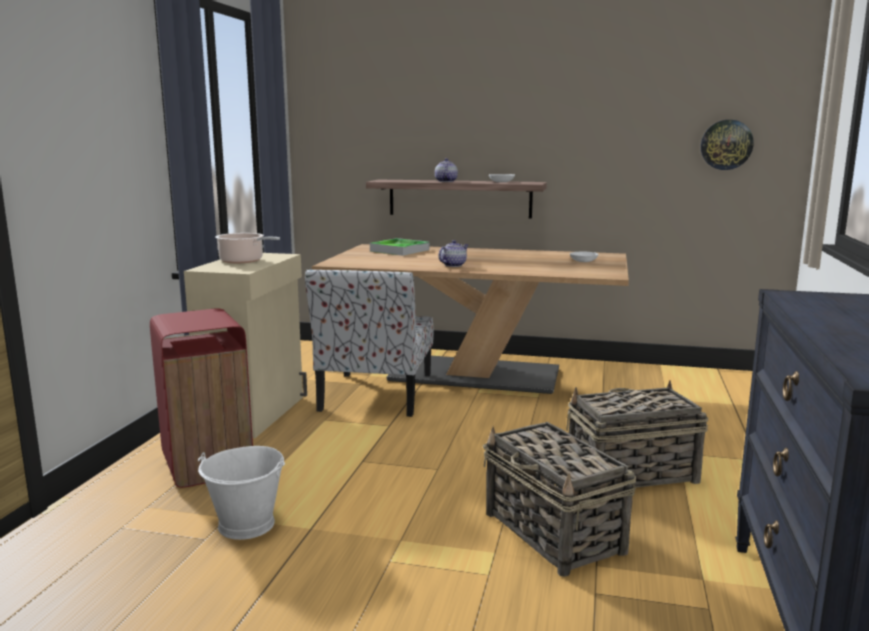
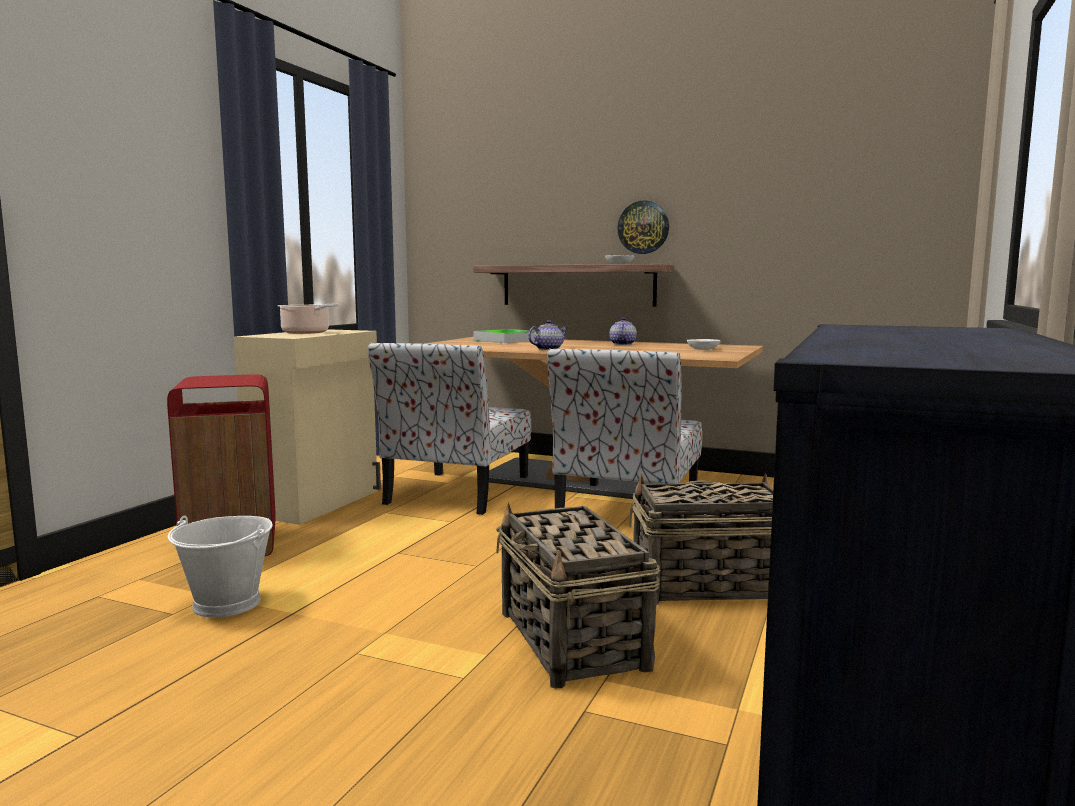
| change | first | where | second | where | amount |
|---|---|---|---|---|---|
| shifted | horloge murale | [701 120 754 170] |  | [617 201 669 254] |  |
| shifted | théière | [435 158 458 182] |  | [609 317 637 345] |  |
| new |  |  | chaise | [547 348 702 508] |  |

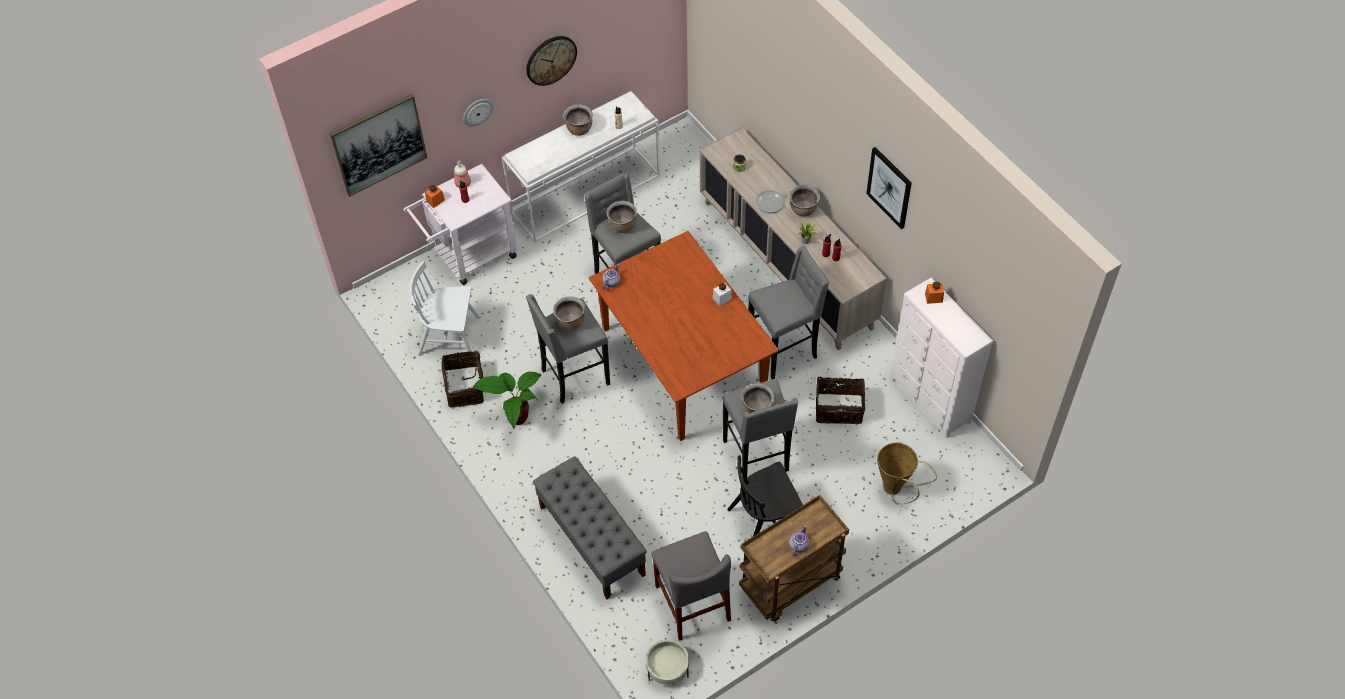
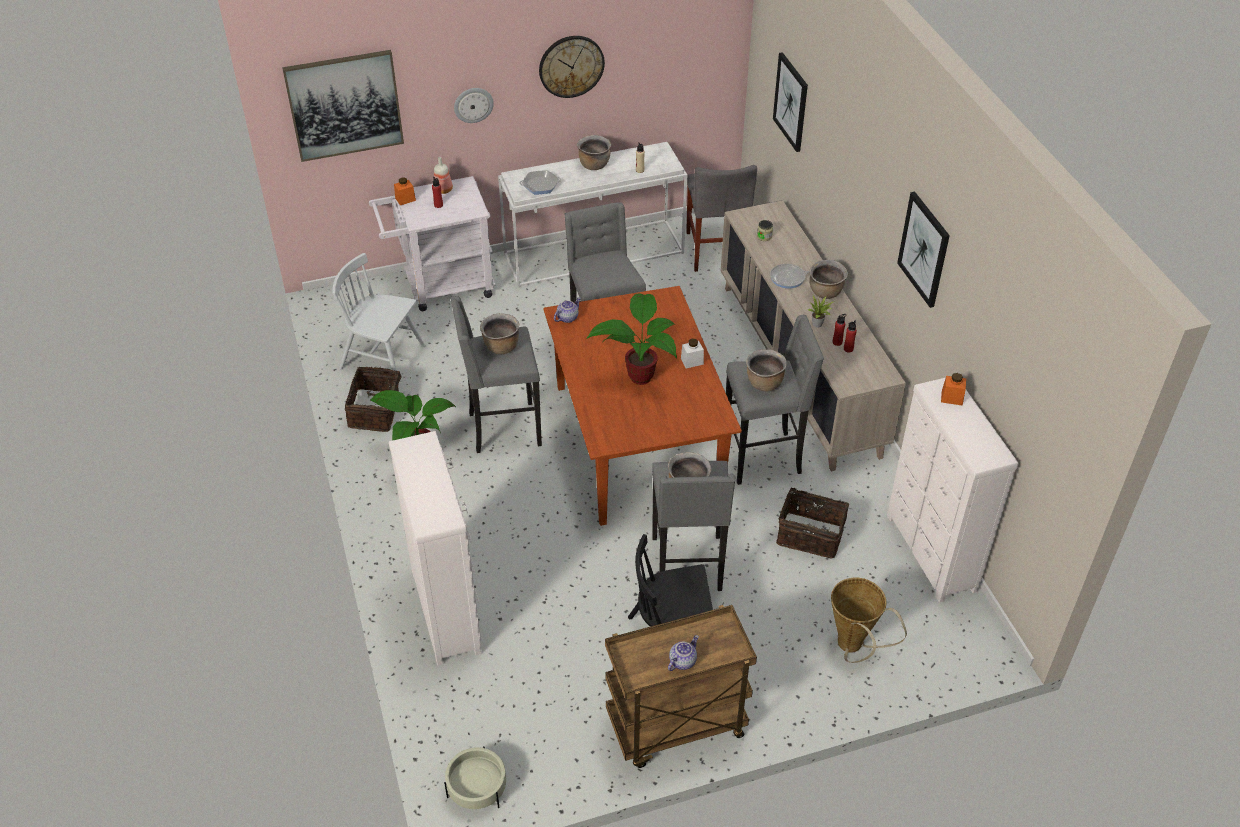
| change | first | where | second | where | amount |
|---|---|---|---|---|---|
| shifted | marmite/marron | [607 201 637 233] |  | [746 349 787 391] |  |
| swapped | banc/gris | [533 456 647 599] | commode/blanc | [389 431 481 665] |  |
| shifted | chaise/gris | [651 531 731 641] |  | [686 165 757 272] |  |
| new |  |  | tableau | [773 52 808 152] |  |
| new |  |  | poêle | [520 170 561 194] |  |
| new |  |  | plante en pot | [587 294 677 385] |  |

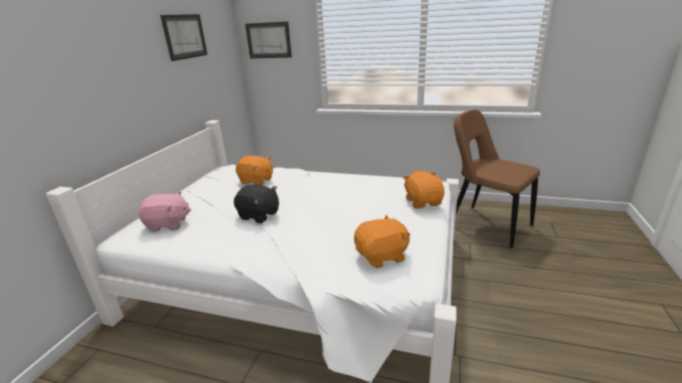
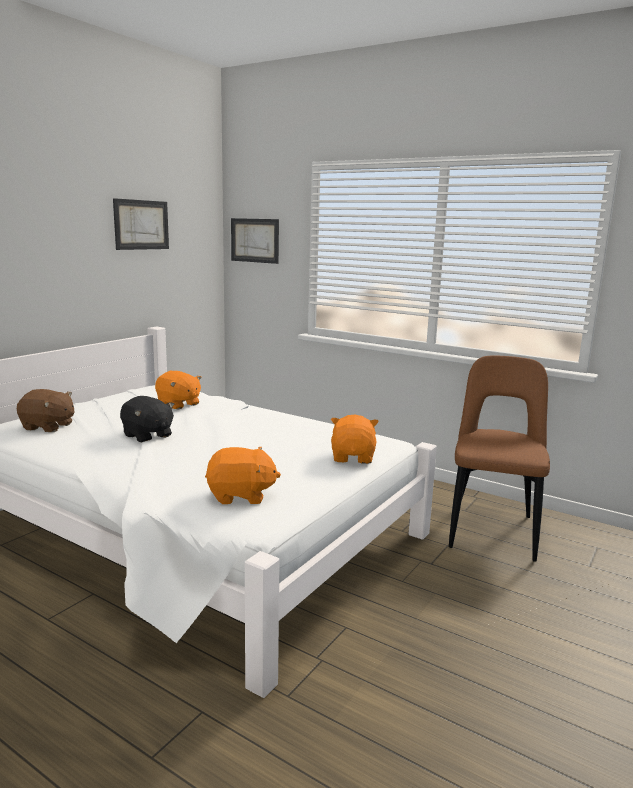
| change | first | where | second | where | amount |
|---|---|---|---|---|---|
| rotated | chaise/marron | [454 110 540 248] |  | [449 355 550 562] | 45 degrees clockwise |
| repainted | peluche/rose | [139 191 191 232] | peluche/marron | [17 389 74 432] |  |

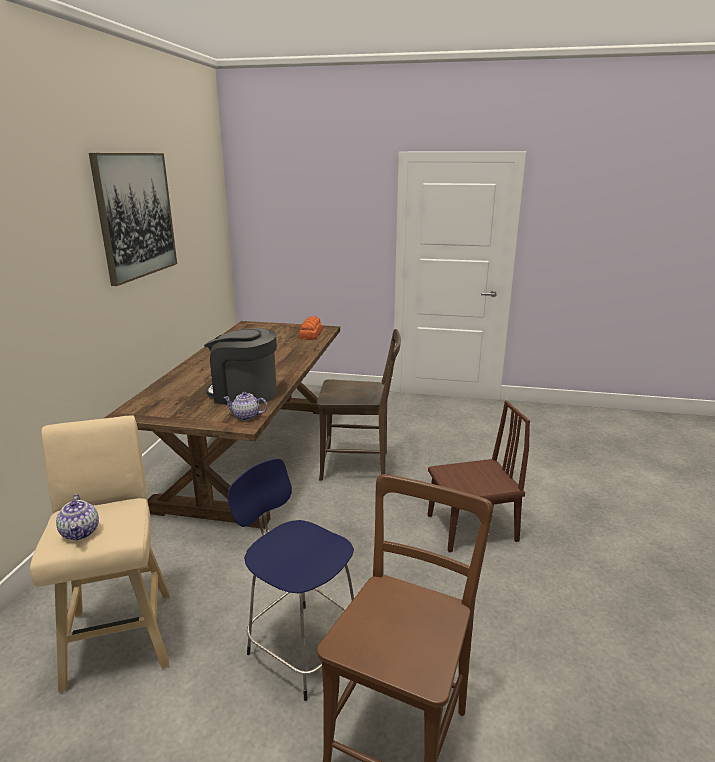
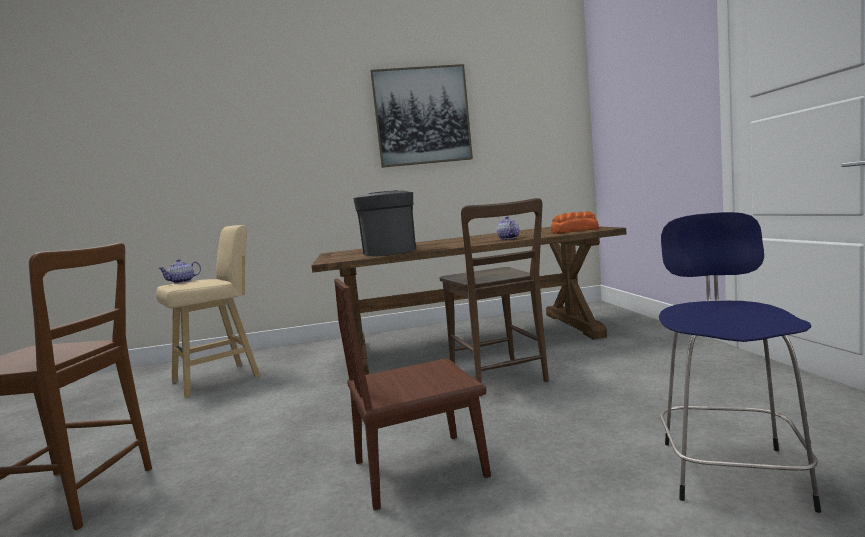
| change | first | where | second | where | amount |
|---|---|---|---|---|---|
| shifted | théière | [223 392 268 421] |  | [496 216 519 240] |  |
| rotated | chaise/marron | [428 401 530 552] |  | [334 278 491 511] | 105 degrees clockwise |
| shifted | tabouret/bleu | [228 459 354 701] |  | [659 212 821 513] |  |

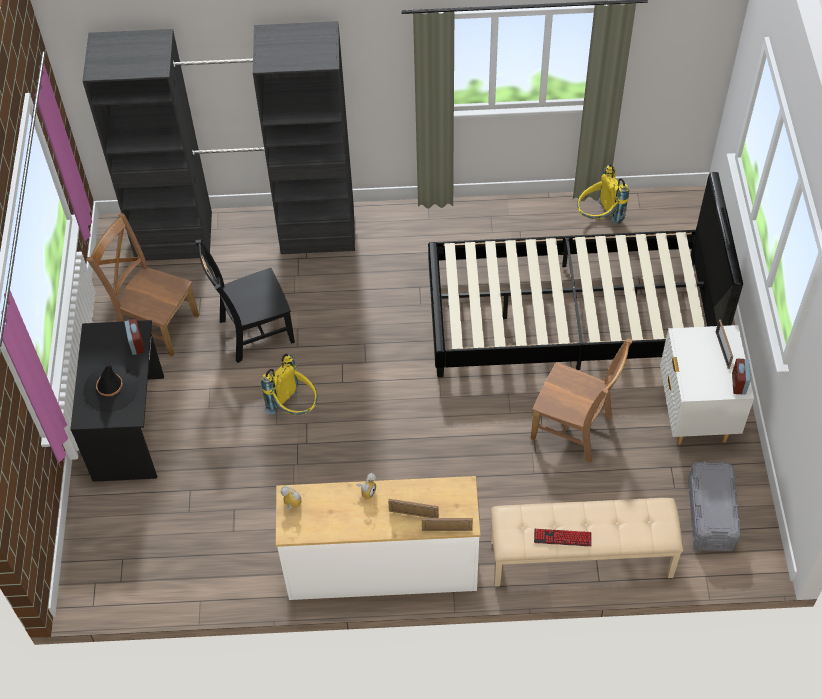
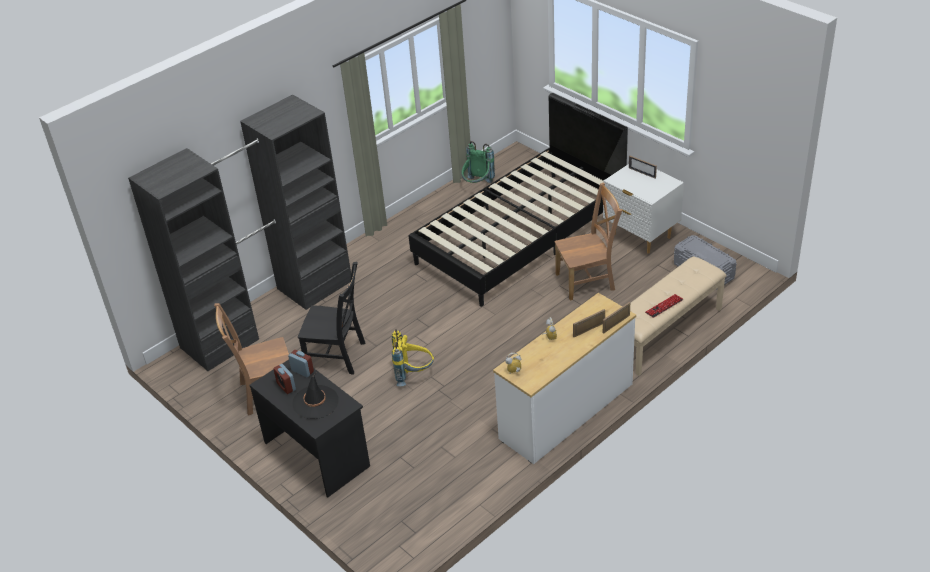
| change | first | where | second | where | amount |
|---|---|---|---|---|---|
| repainted | sac à dos/jaune | [577 164 629 225] | sac à dos/vert | [461 141 495 183] |  |
| rotated | chaise/noir | [195 240 295 363] |  | [298 262 365 375] | 105 degrees counterclockwise |
| shifted | réveil | [732 359 751 395] |  | [273 364 296 394] |  |

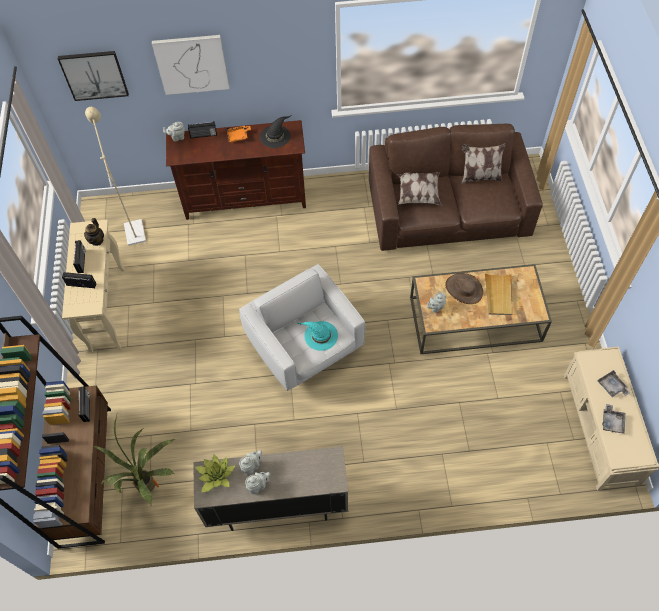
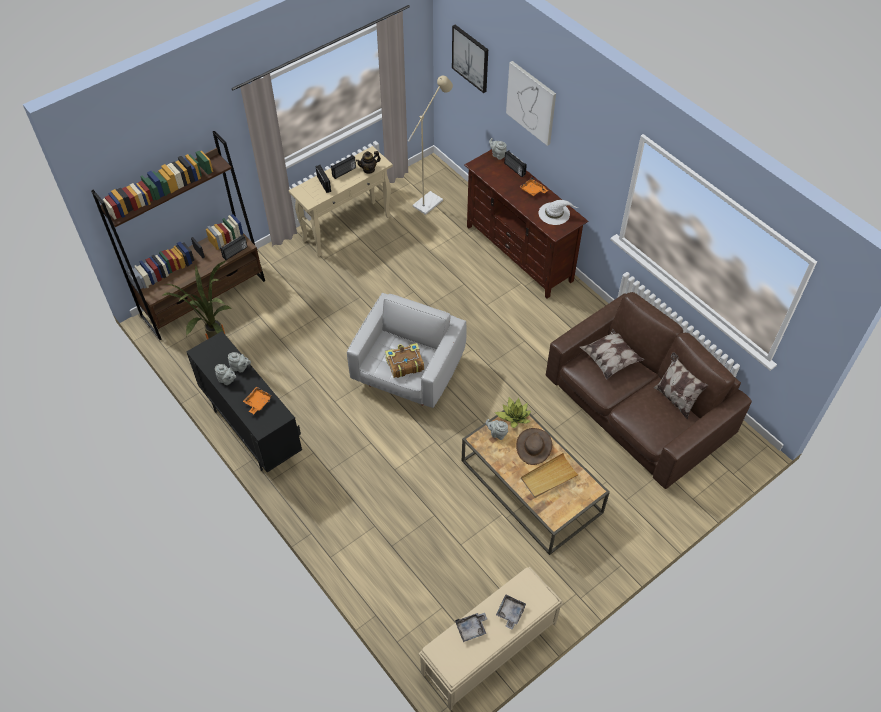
| change | first | where | second | where | amount |
|---|---|---|---|---|---|
| repainted | chapeau/noir | [260 115 291 148] | chapeau/blanc | [539 200 578 225] |  |
| swapped | chapeau/turquoise | [298 321 338 351] | livre | [385 343 424 378] |  |
| repainted | meuble de rangement/beige | [193 446 349 531] | meuble de rangement/noir | [186 331 302 472] |  |
| shifted | plante en pot | [195 454 235 493] |  | [495 397 531 428] |  |
| new |  |  | plateau/orange | [243 387 273 414] |  |

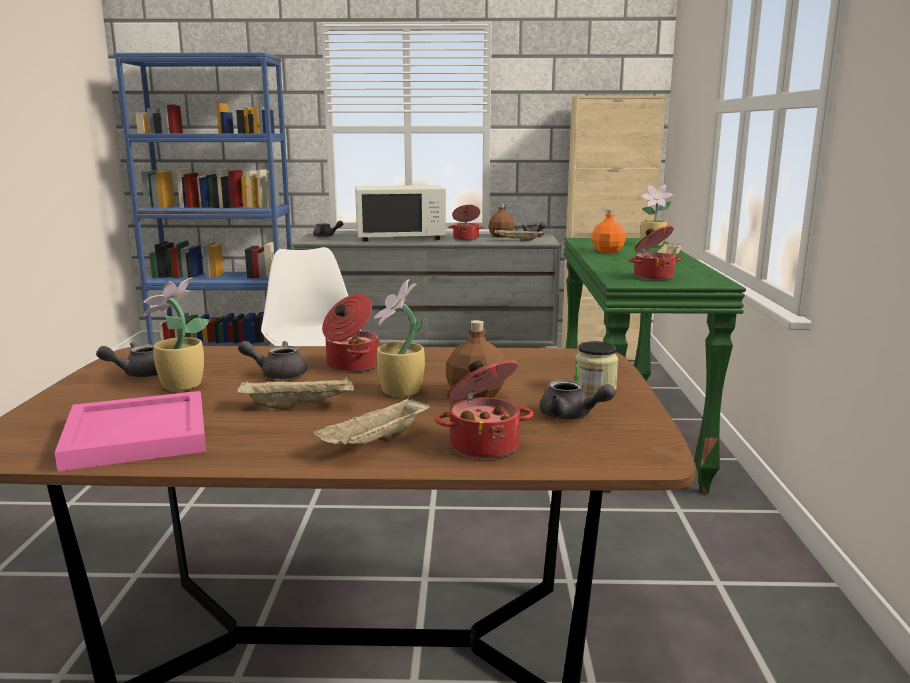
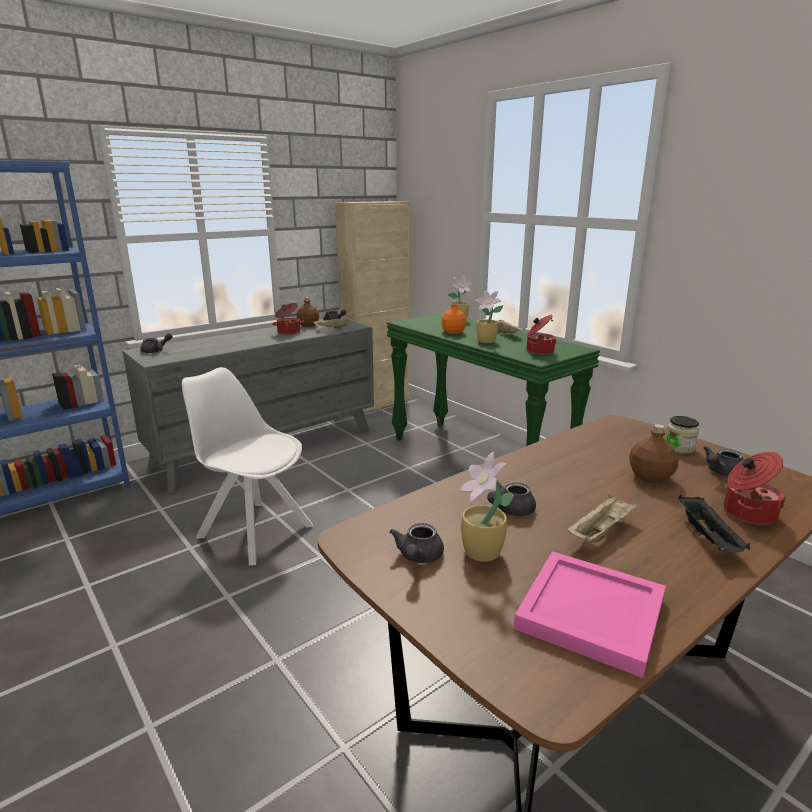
| change | first | where | second | where | amount |
|---|---|---|---|---|---|
| gone | micro-ondes/blanc | [355 185 446 242] |  |  |  |
| shifted | plante en pot | [373 279 425 397] |  | [476 290 503 343] |  |
| gone | marmite | [322 294 380 372] |  |  |  |
| rotated | théière/gris | [540 380 615 420] |  | [703 446 743 477] | 150 degrees clockwise |
| repainted | plateau/beige | [314 396 430 445] | plateau/noir | [678 495 750 553] |  |

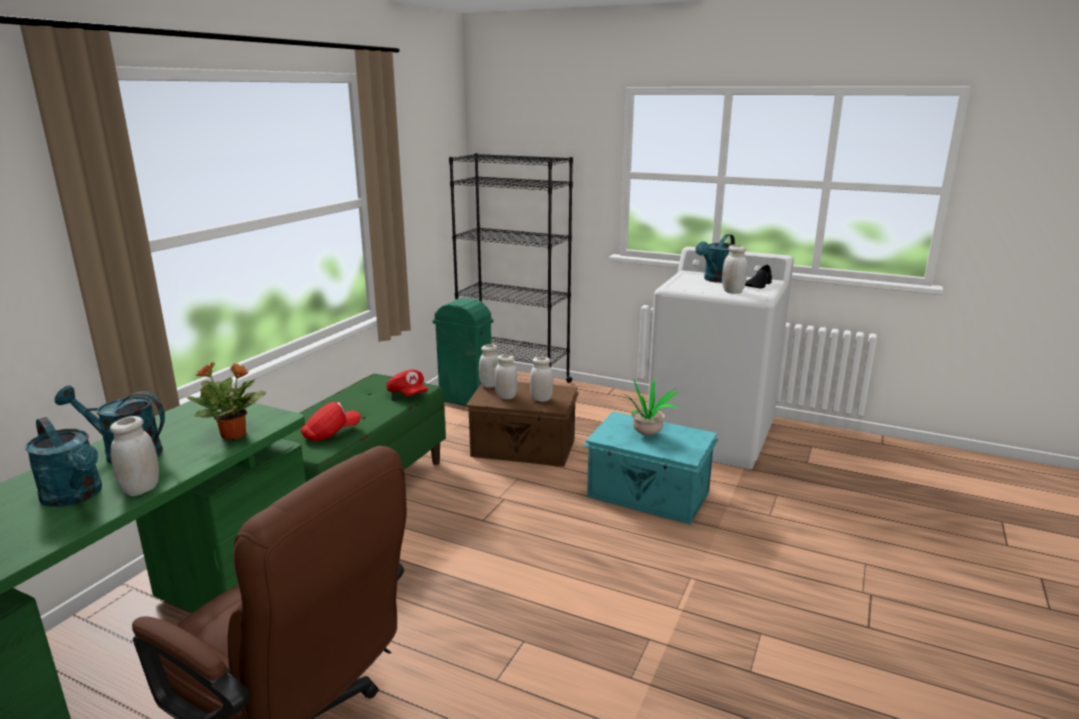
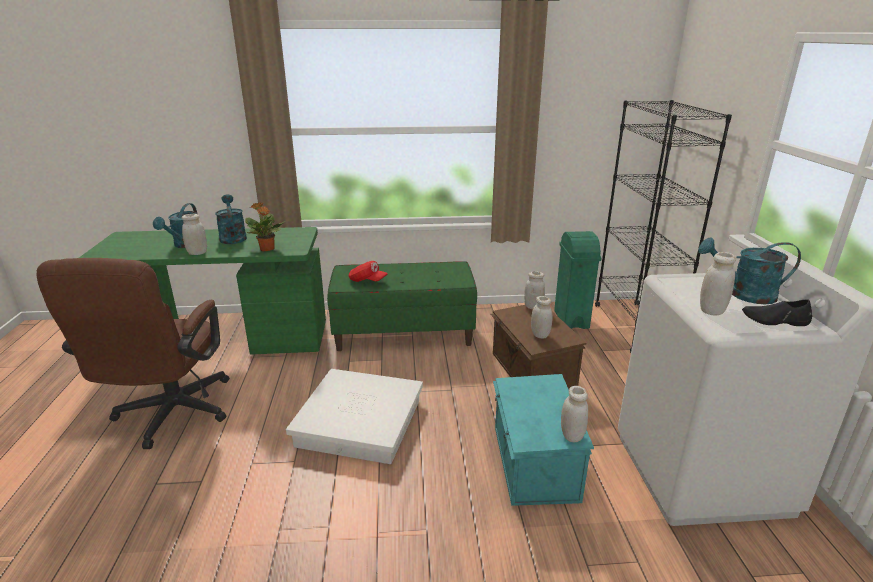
| change | first | where | second | where | amount |
|---|---|---|---|---|---|
| shifted | bocal/blanc | [495 354 518 399] |  | [561 386 588 442] |  |
| gone | casquette/rouge | [386 369 428 396] |  |  |  |
| gone | plante en pot | [617 378 679 436] |  |  |  |
| new |  |  | boîte de rangement/blanc | [286 369 423 464] |  |

